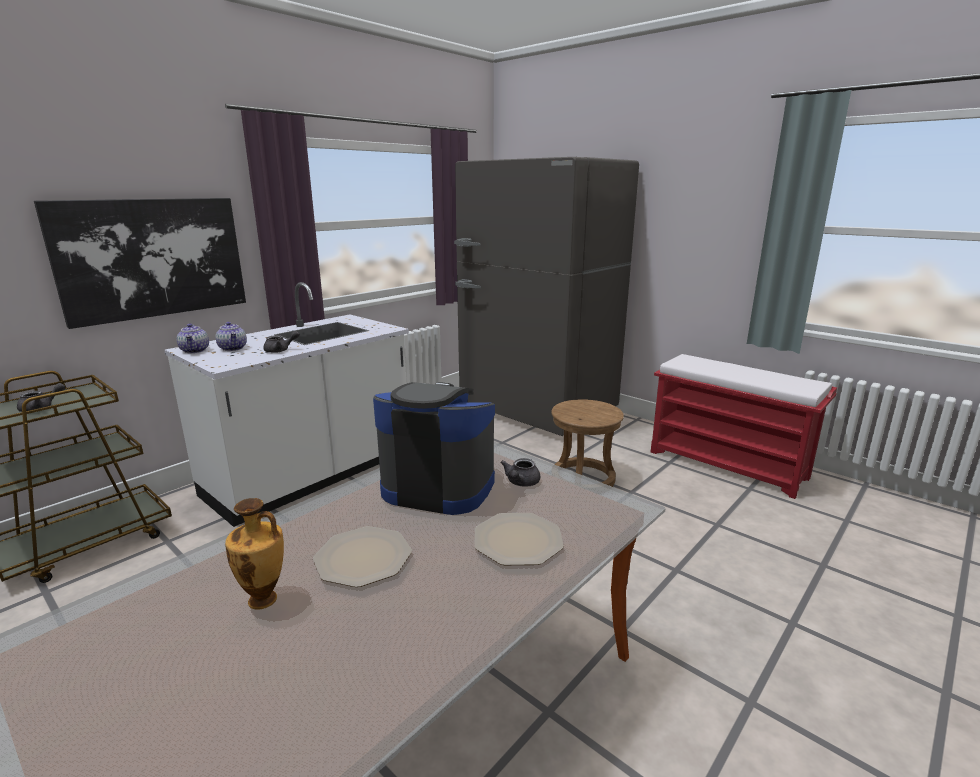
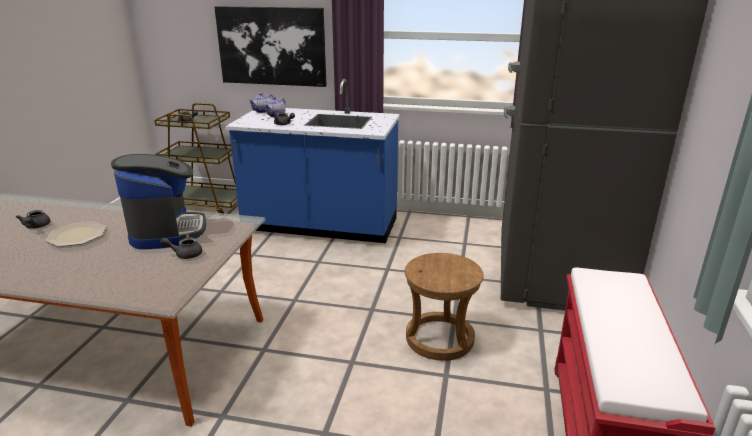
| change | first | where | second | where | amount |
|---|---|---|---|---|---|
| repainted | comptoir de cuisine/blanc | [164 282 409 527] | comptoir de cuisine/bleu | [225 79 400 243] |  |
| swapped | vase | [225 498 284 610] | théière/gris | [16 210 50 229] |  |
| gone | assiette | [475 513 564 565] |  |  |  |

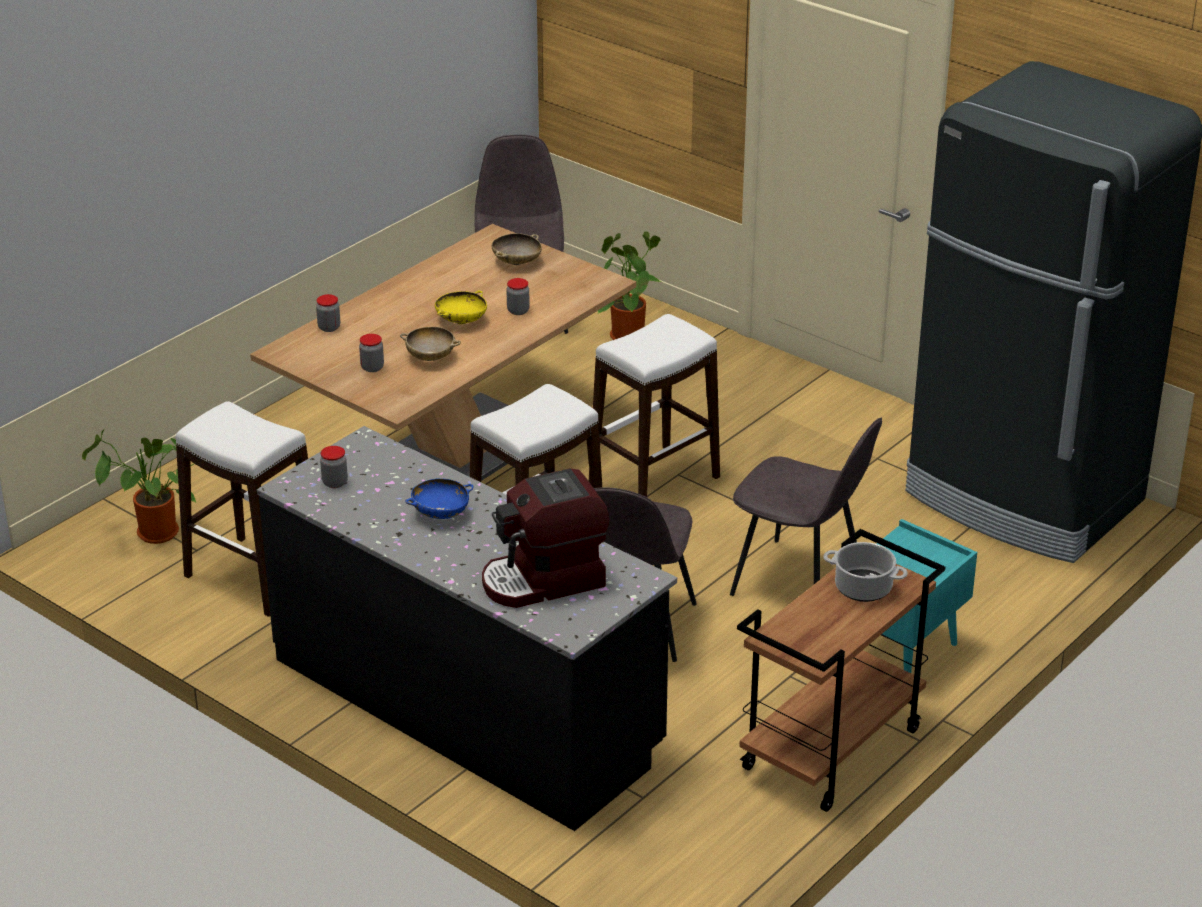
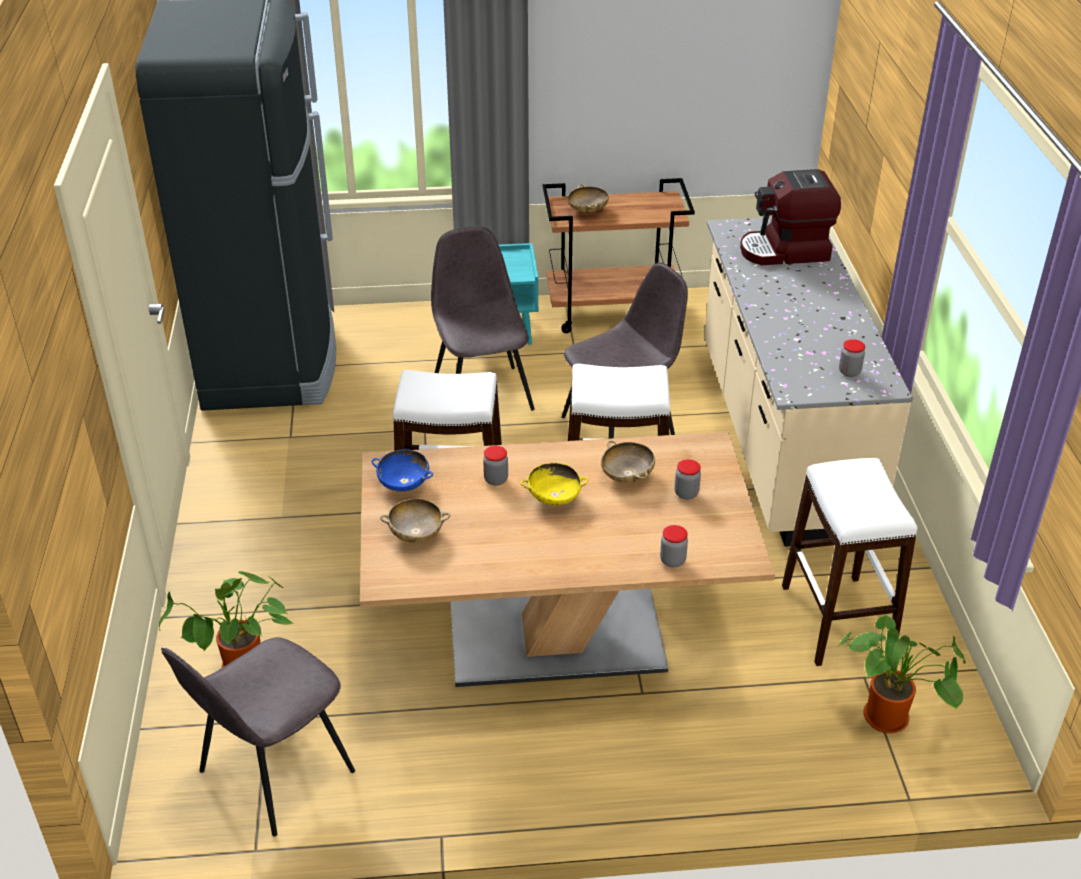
| change | first | where | second | where | amount |
|---|---|---|---|---|---|
| repainted | comptoir de cuisine/noir | [257 426 677 831] | comptoir de cuisine/beige | [704 217 913 547] |  |
| rotated | machine à café | [482 468 609 608] |  | [740 169 841 265] | 150 degrees clockwise |
| shifted | bol/bleu | [406 478 473 519] |  | [372 449 433 492] |  |
| swapped | marmite | [823 542 908 602] | bol/beige | [567 184 609 213] |  |

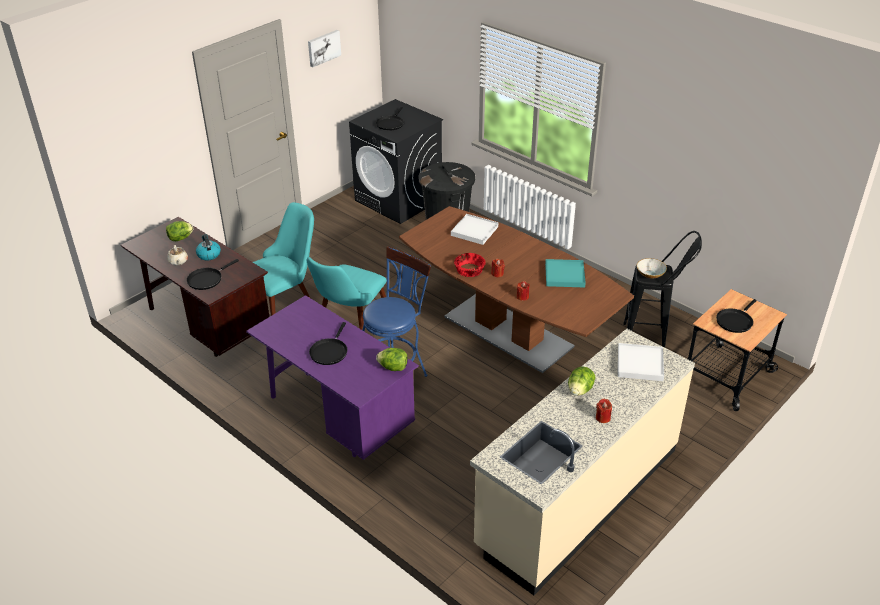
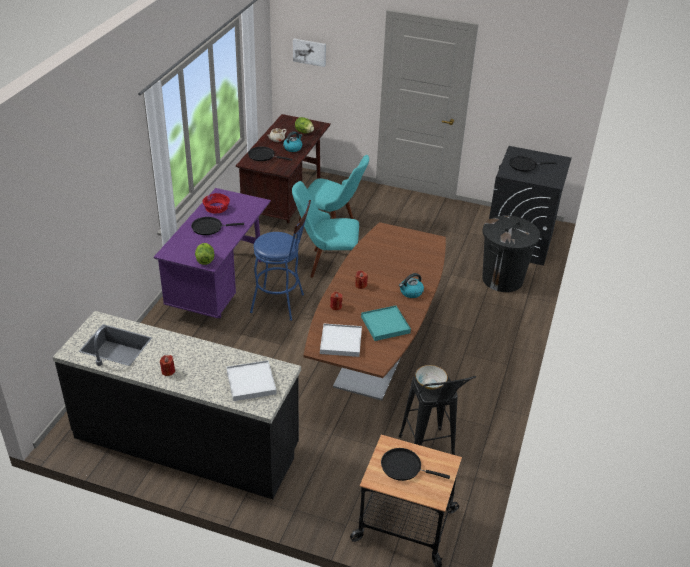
| change | first | where | second | where | amount |
|---|---|---|---|---|---|
| shifted | tableau | [308 30 341 67] |  | [293 39 326 67] |  |
| shifted | plateau/blanc | [451 214 498 245] |  | [320 324 362 357] |  |
| shifted | bol/rouge | [454 253 486 277] |  | [202 193 230 213] |  |
| repainted | comptoir de cuisine/beige | [470 328 695 595] | comptoir de cuisine/noir | [53 311 301 499] |  |
| gone | laitue | [568 366 596 396] |  |  |  |
| new |  |  | bouilloire | [399 273 424 298] |  |

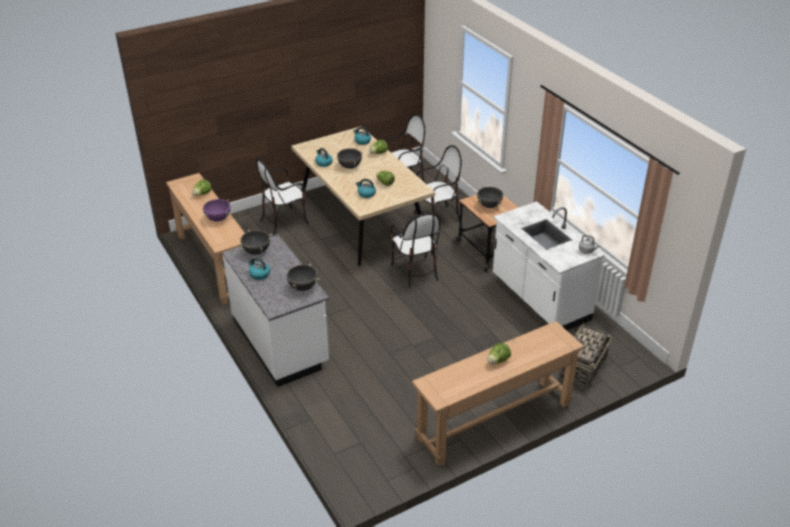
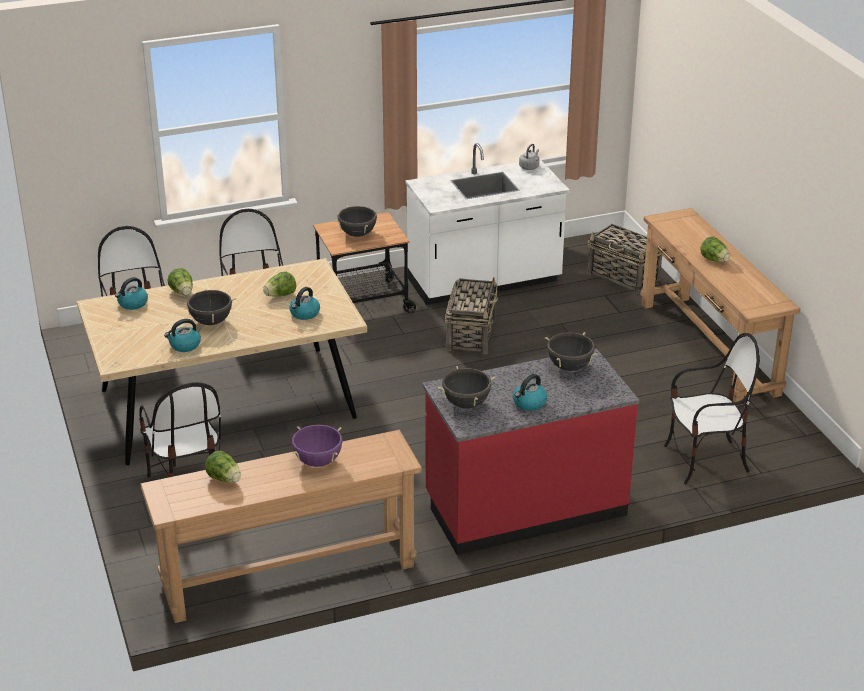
| change | first | where | second | where | amount |
|---|---|---|---|---|---|
| shifted | chaise | [390 212 440 287] |  | [664 333 760 484] |  |
| repainted | comptoir de cuisine/blanc | [222 235 329 387] | comptoir de cuisine/rouge | [422 348 639 555] |  |
| new |  |  | panier | [445 277 498 354] |  |

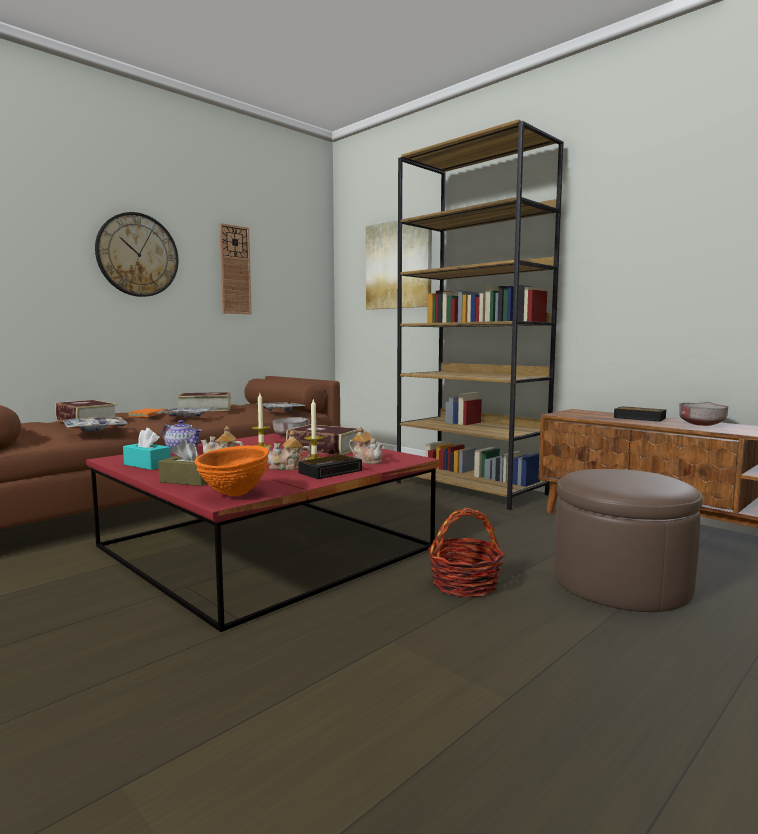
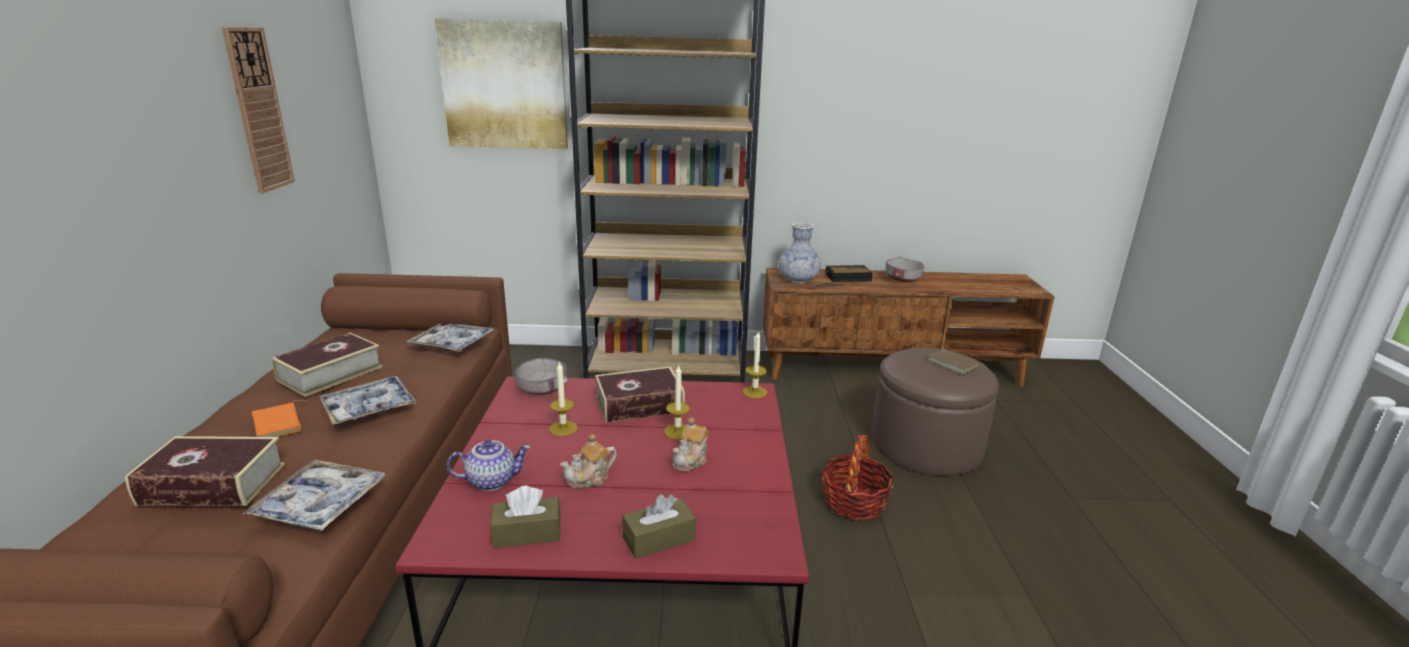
| change | first | where | second | where | amount |
|---|---|---|---|---|---|
| gone | horloge murale | [95 212 179 297] |  |  |  |
| gone | théière | [349 427 383 464] |  |  |  |
| repainted | boîte à mouchoirs/turquoise | [123 428 171 470] | boîte à mouchoirs/marron | [490 486 561 548] |  |
| gone | bol/orange | [195 445 269 496] |  |  |  |
| gone | réveil | [298 455 362 479] |  |  |  |
| new |  |  | vase | [778 222 821 284] |  |
| new |  |  | bougie | [742 331 767 398] |  |
| new |  |  | livre/marron | [928 347 981 375] |  |

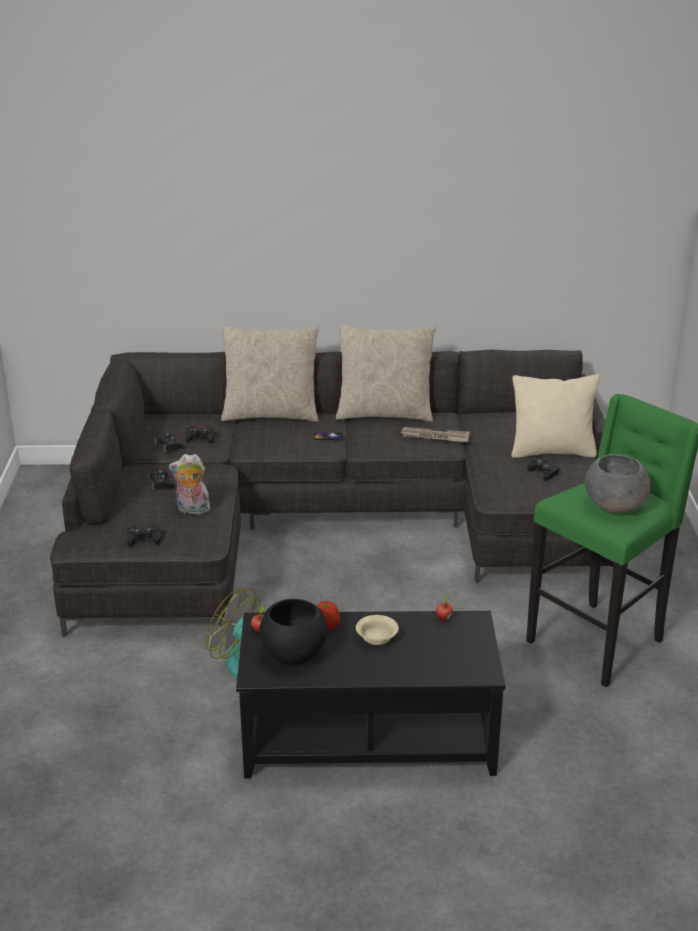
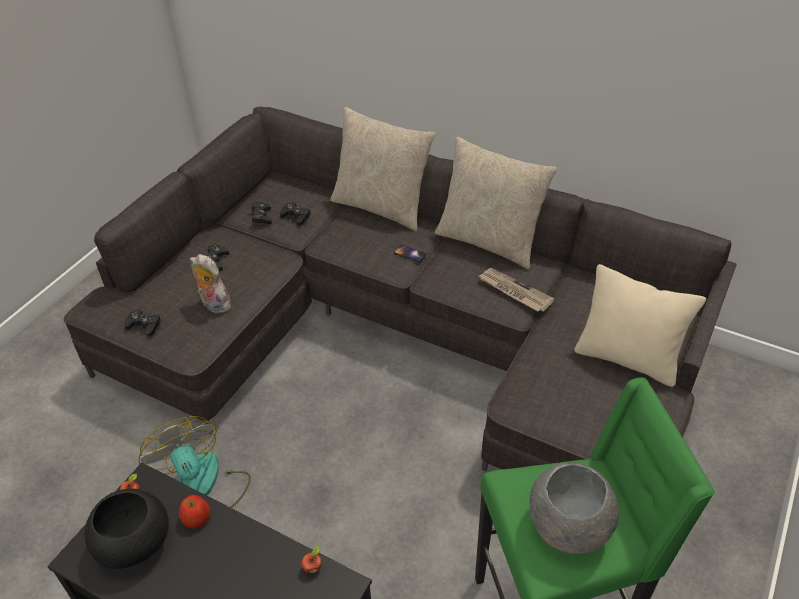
| change | first | where | second | where | amount |
|---|---|---|---|---|---|
| gone | manette/noir | [527 458 560 481] |  |  |  |
| gone | bol/beige | [356 615 399 645] |  |  |  |

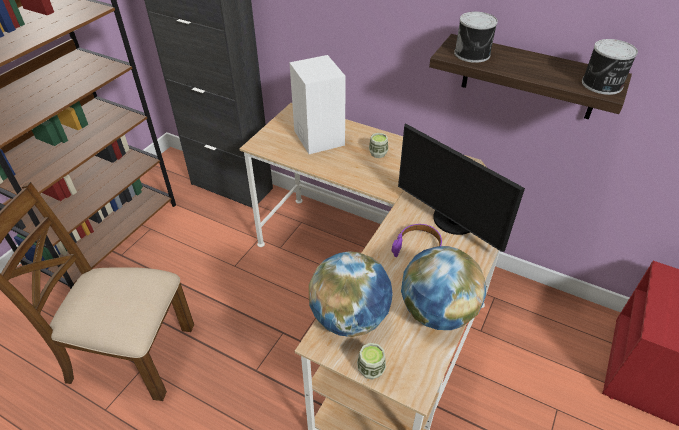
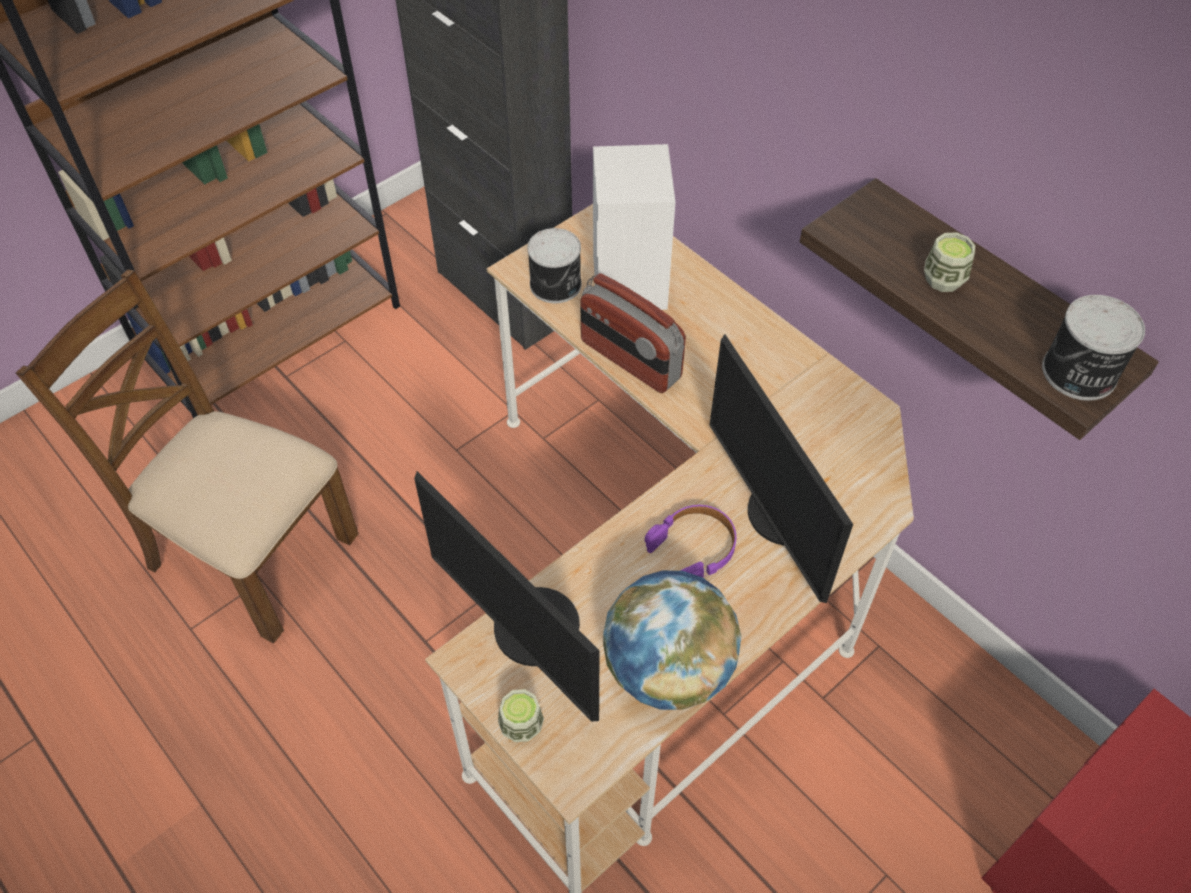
| change | first | where | second | where | amount |
|---|---|---|---|---|---|
| shifted | boîte métallique | [454 12 498 63] |  | [527 228 582 303] |  |
| shifted | tasse | [369 133 388 158] |  | [924 232 975 292] |  |
| swapped | globe | [309 251 393 337] | écran d'ordinateur | [414 471 600 722] |  |
| new |  |  | radio | [580 273 686 393] |  |

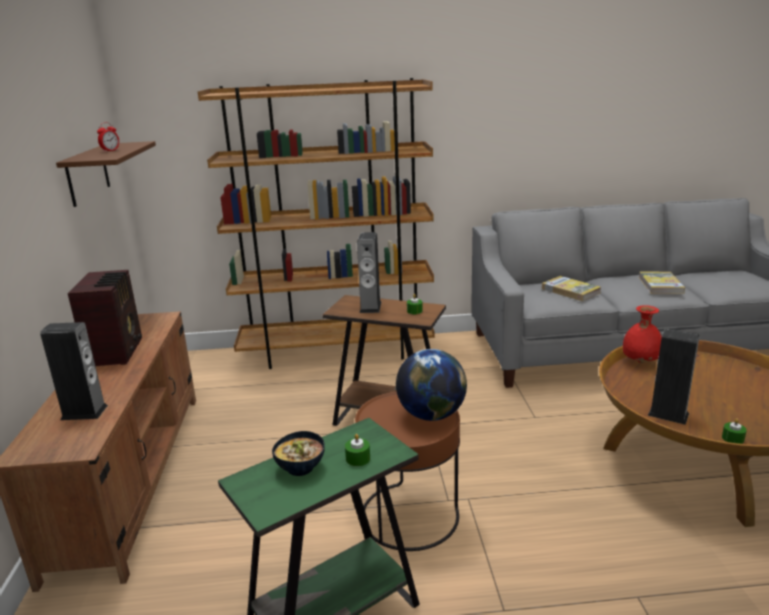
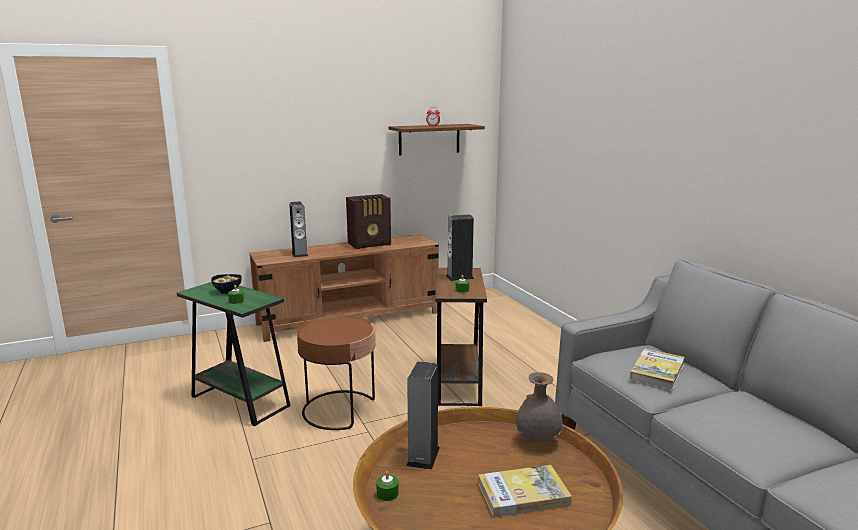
| change | first | where | second | where | amount |
|---|---|---|---|---|---|
| gone | bibliothèque/marron | [198 78 434 369] |  |  |  |
| shifted | livre | [638 272 685 294] |  | [478 465 572 518] |  |
| repainted | vase/rouge | [623 305 662 363] | vase/gris | [516 372 563 443] |  |
| gone | globe | [396 349 467 421] |  |  |  |

